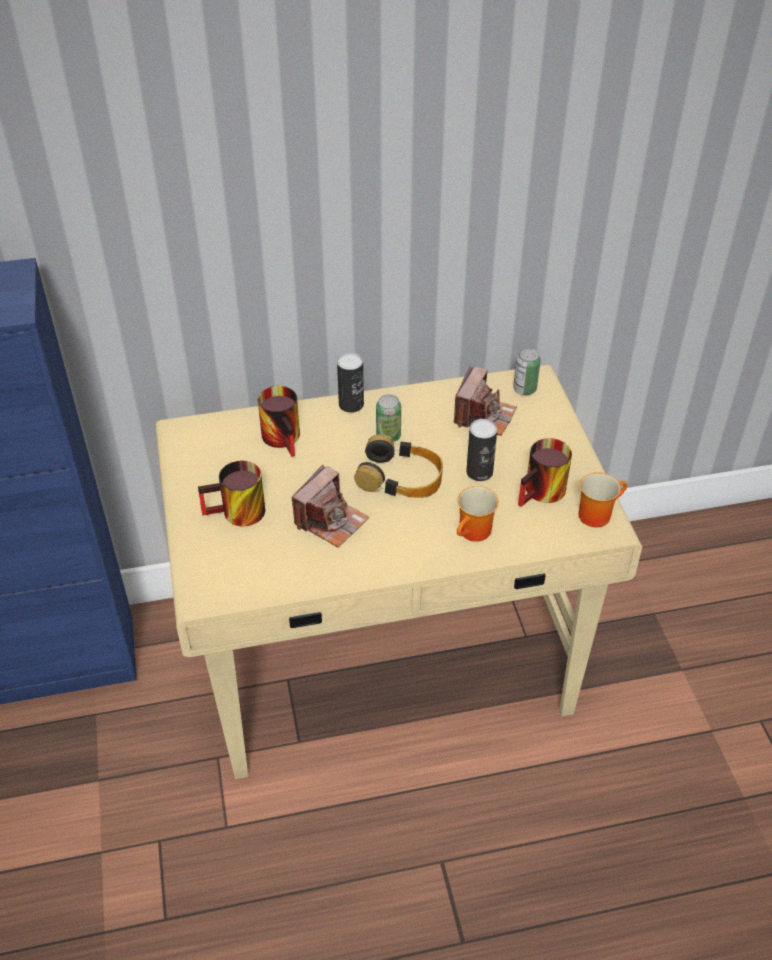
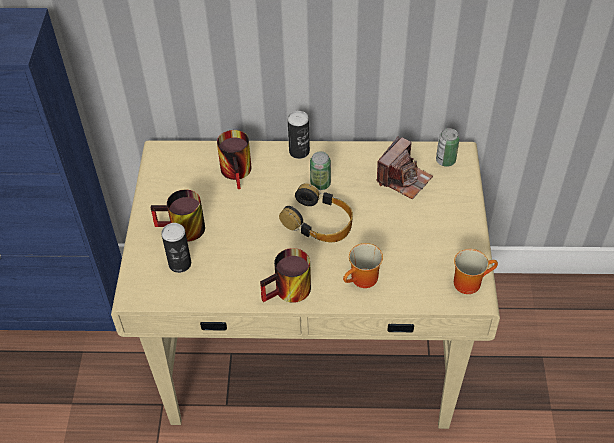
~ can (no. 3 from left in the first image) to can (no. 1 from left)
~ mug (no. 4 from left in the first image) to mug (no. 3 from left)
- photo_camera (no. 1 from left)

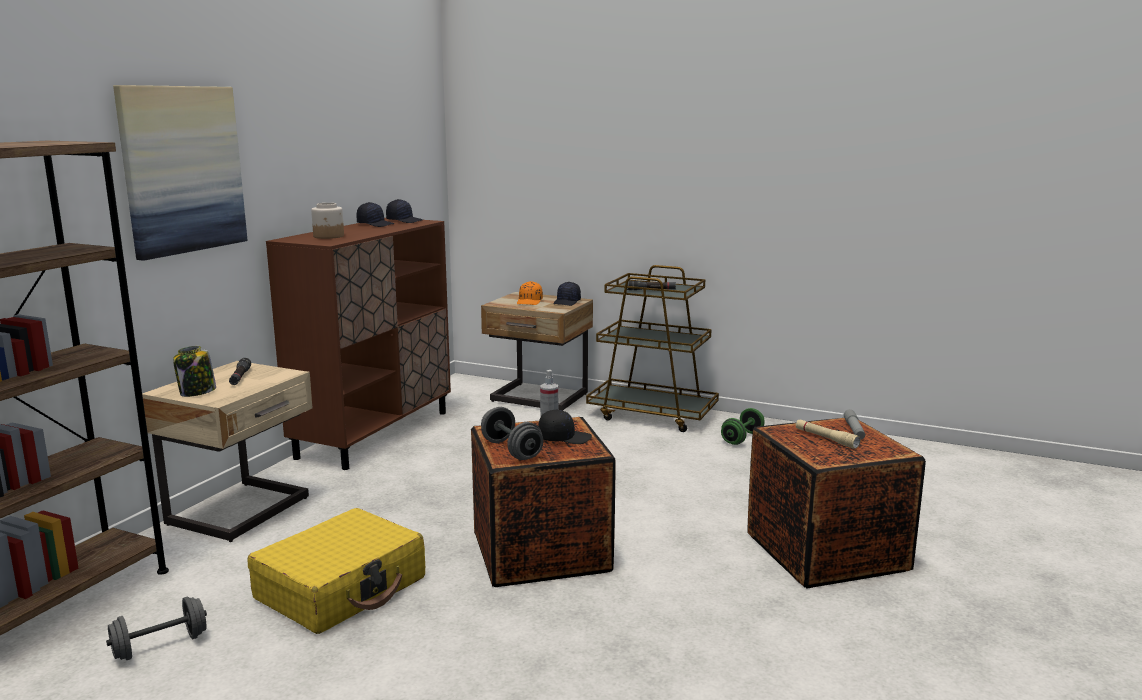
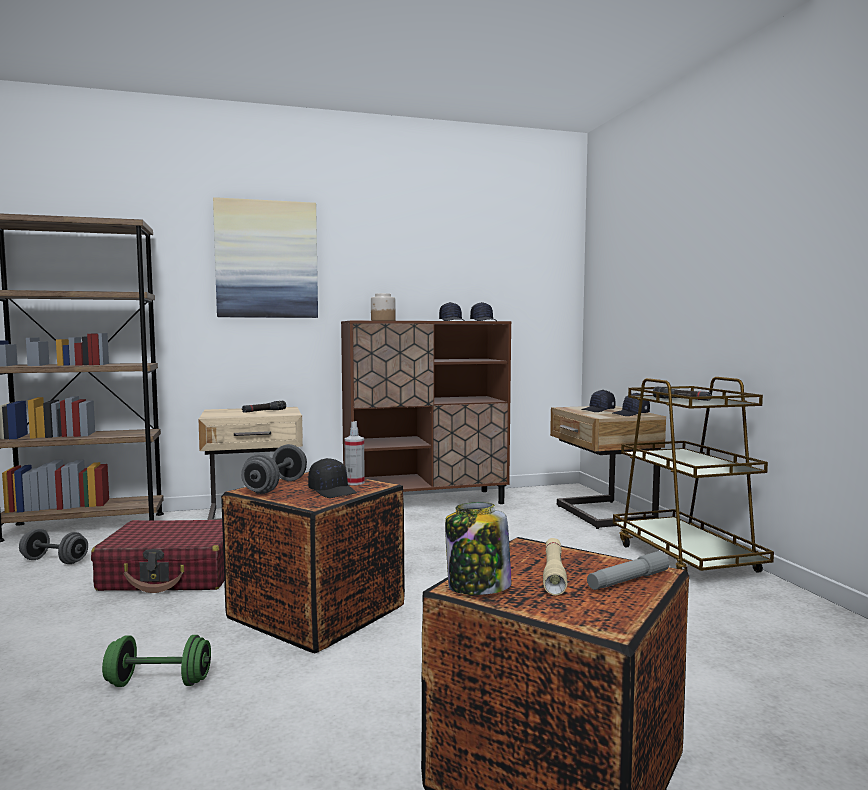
~ yellow_travel_case to red-coloured_travel_case
~ green_hand_weight
~ storage_jar (no. 1 from left in the first image) to storage_jar (no. 2 from left)
~ orange-coloured_baseball_cap to blackish_baseball_cap (no. 4 from left)

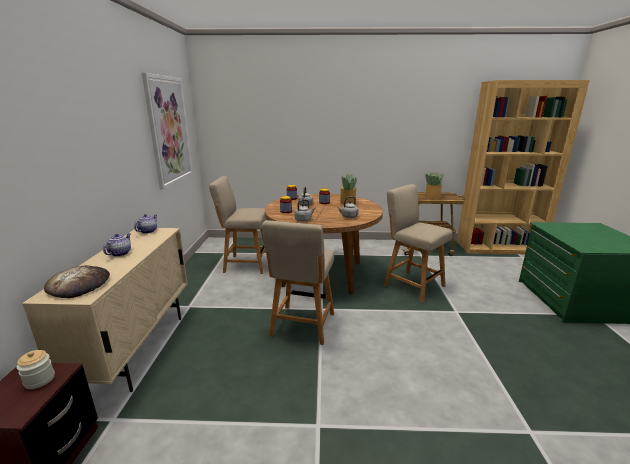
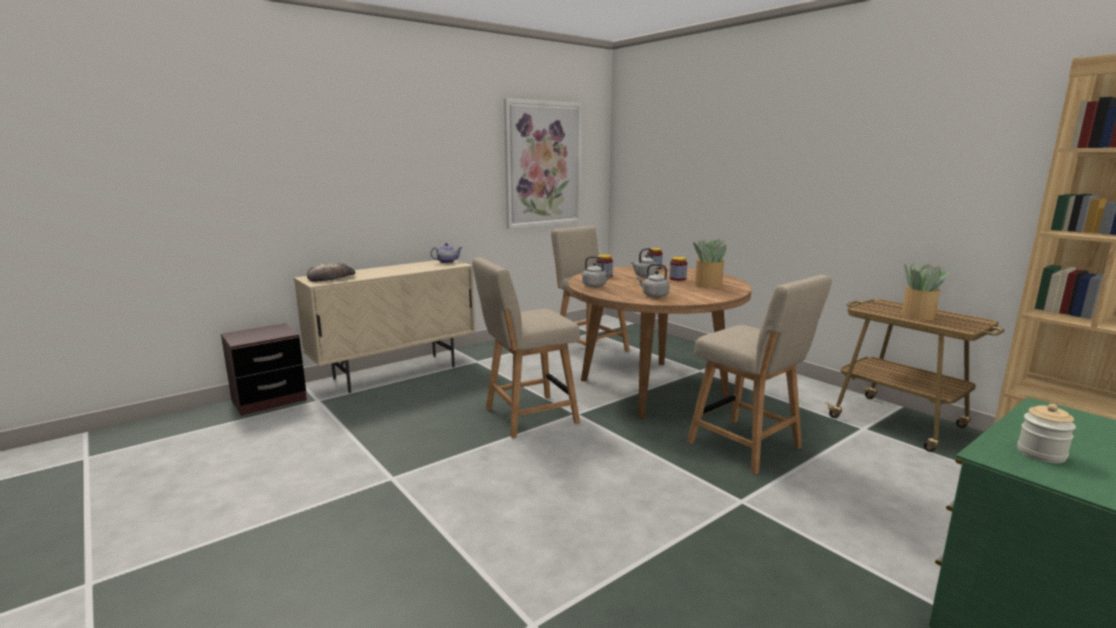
~ sand-coloured_chair (no. 3 from left) 135 degrees clockwise
~ storage_jar (no. 1 from left in the first image) to storage_jar (no. 4 from left)
- teapot (no. 1 from left)

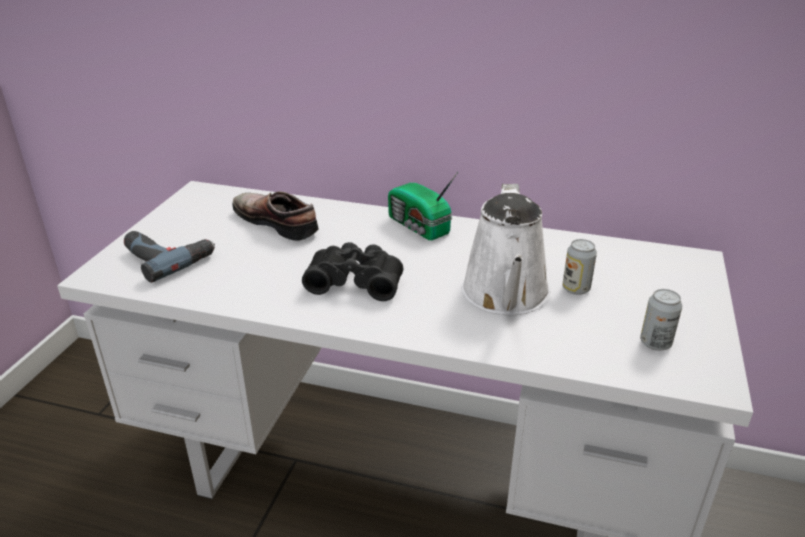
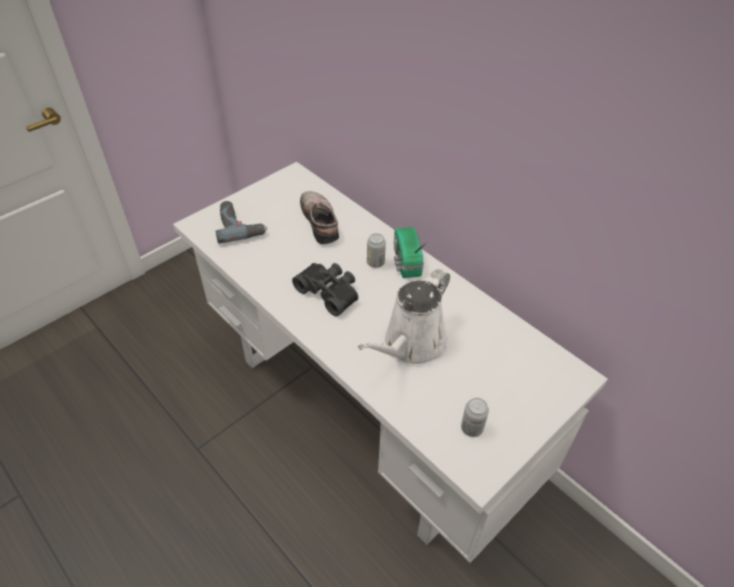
~ can (no. 1 from left)

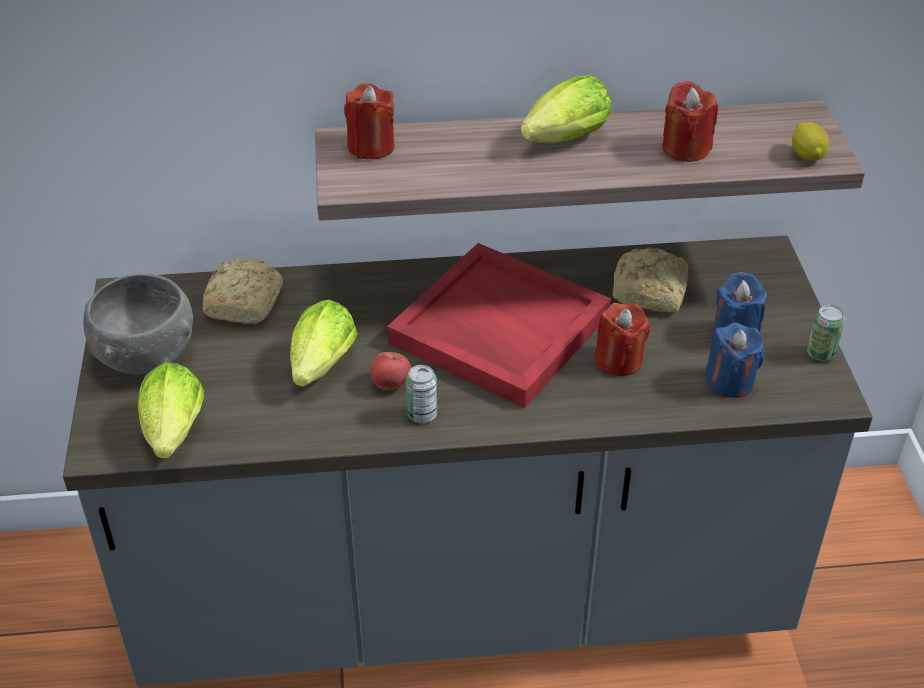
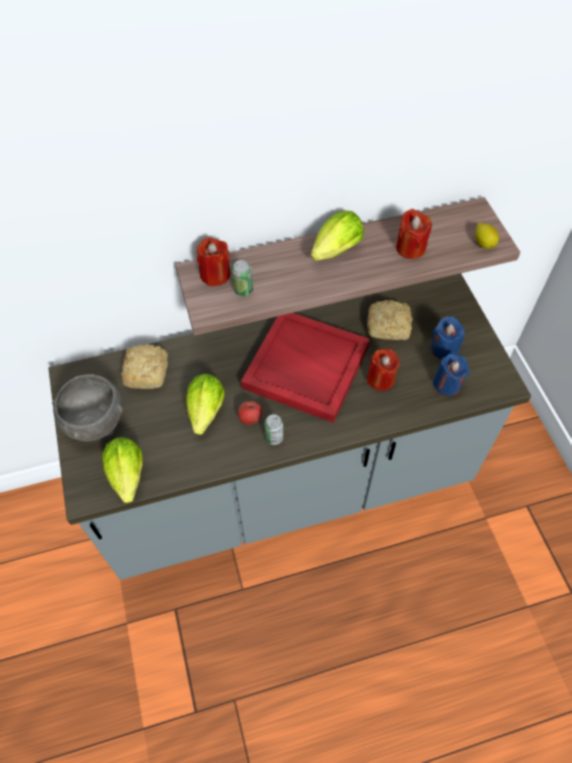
~ can (no. 2 from left in the first image) to can (no. 1 from left)

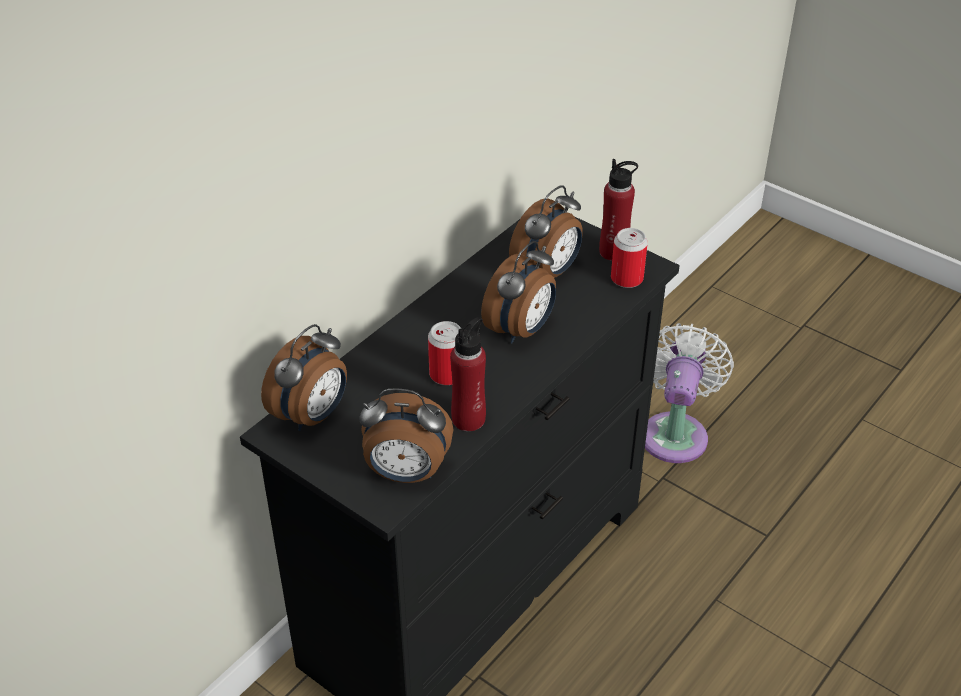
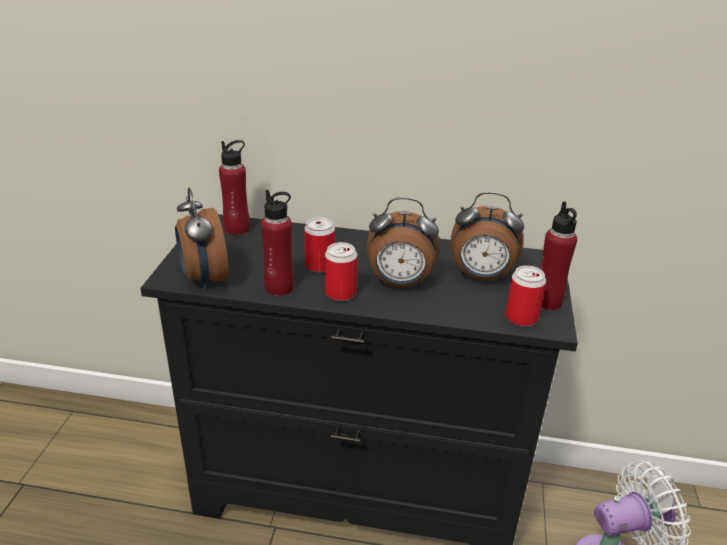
~ alarm_clock (no. 1 from left) to red-coloured_bottle (no. 1 from left)
+ can (no. 2 from left)

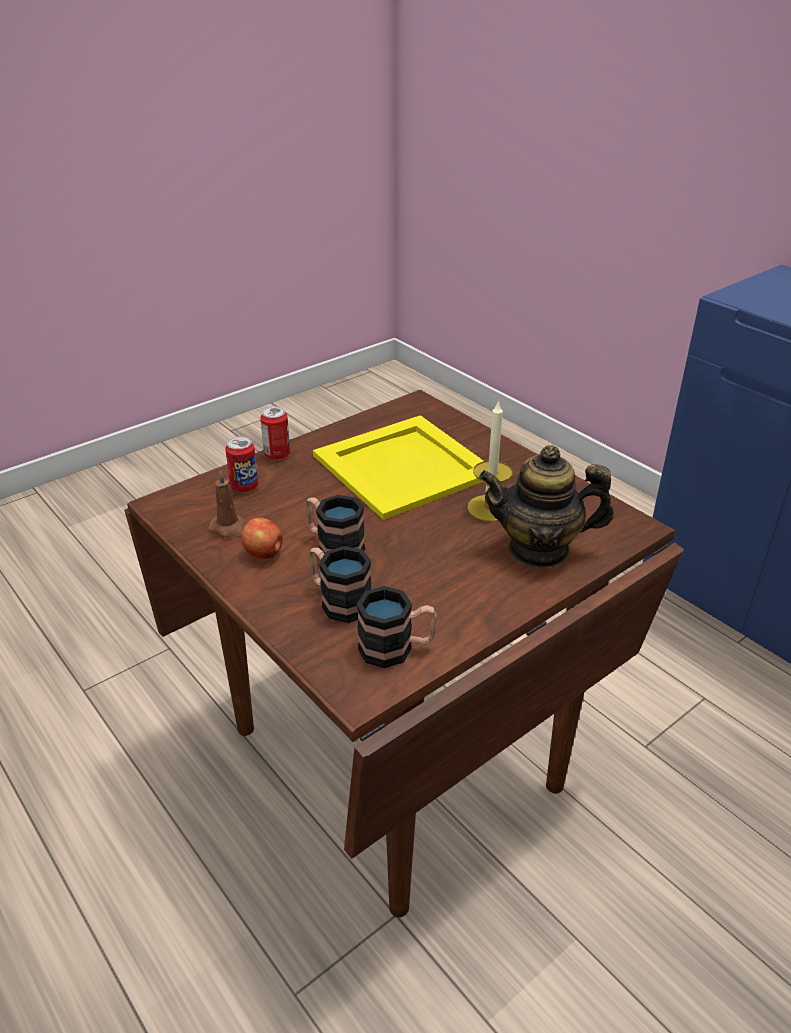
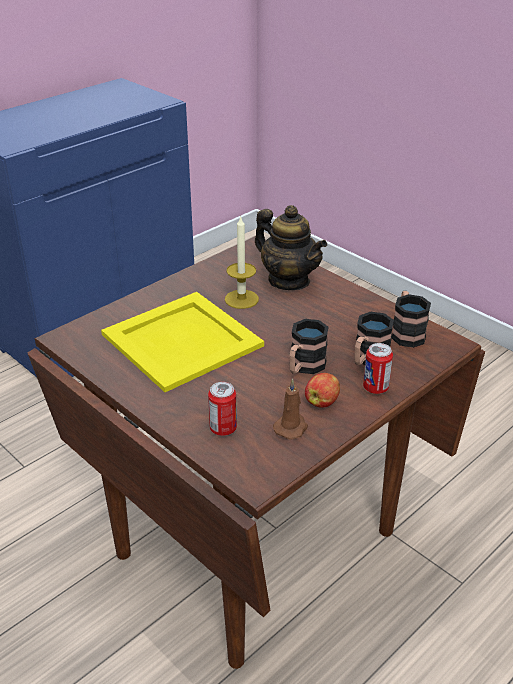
~ teapot 45 degrees counterclockwise
~ can (no. 2 from left)

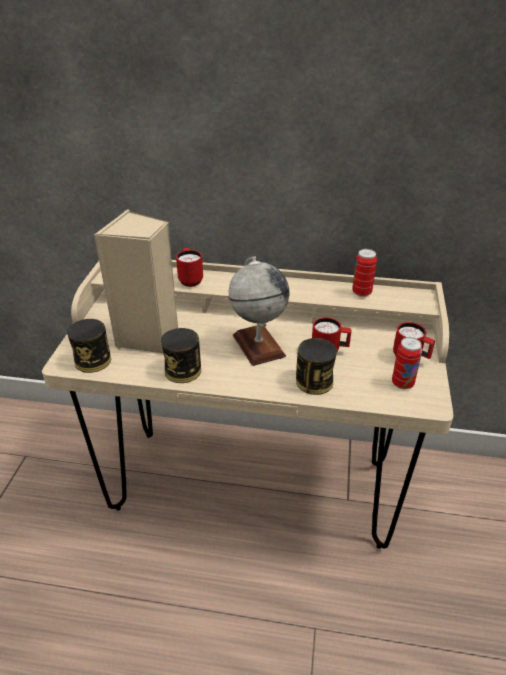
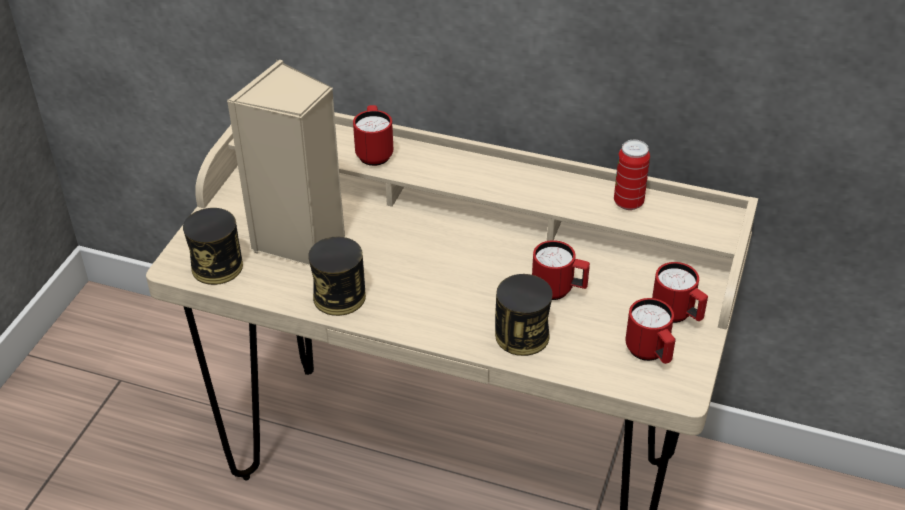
~ can (no. 5 from left) to red-coloured_mug (no. 3 from left)
- world_globe

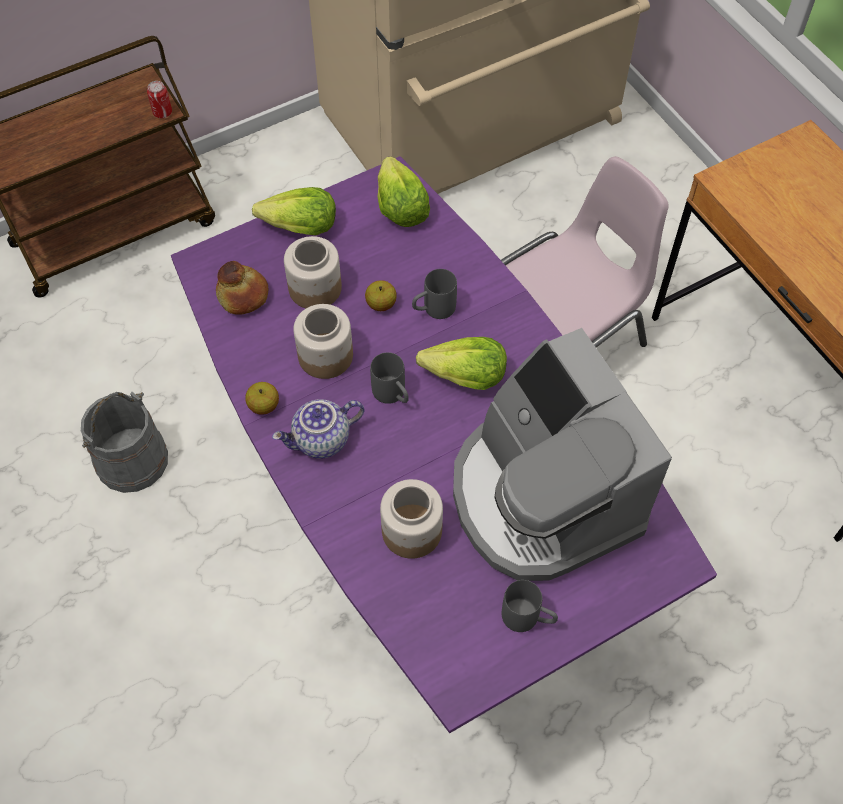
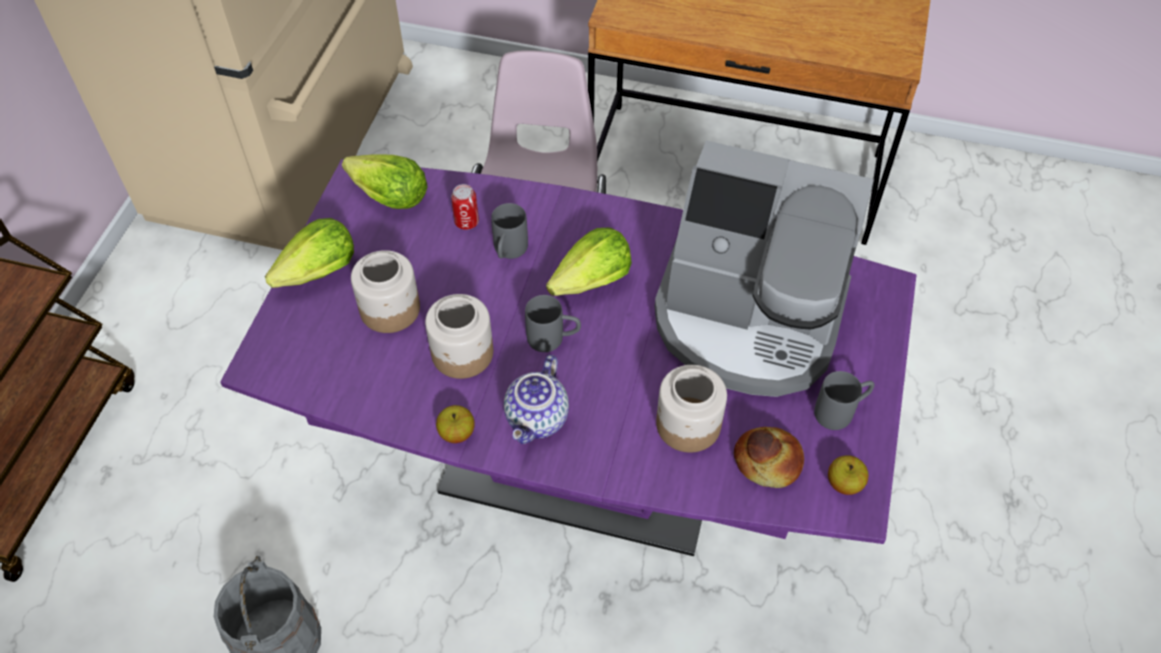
~ can
~ bread
~ apple (no. 2 from left)

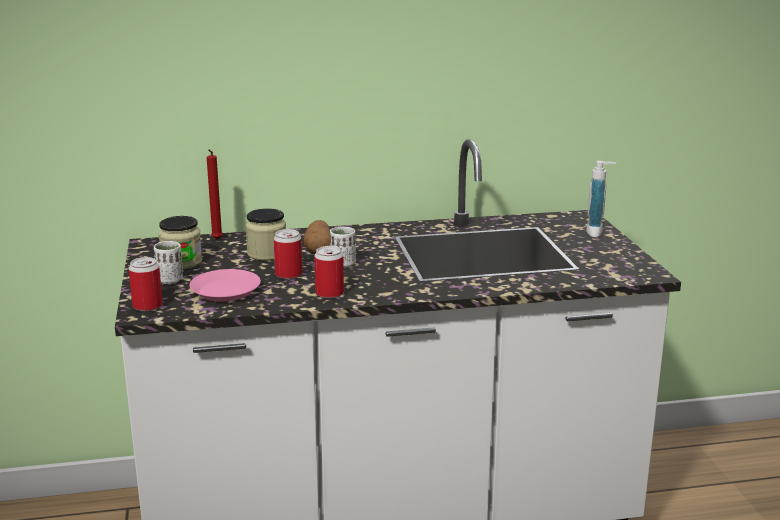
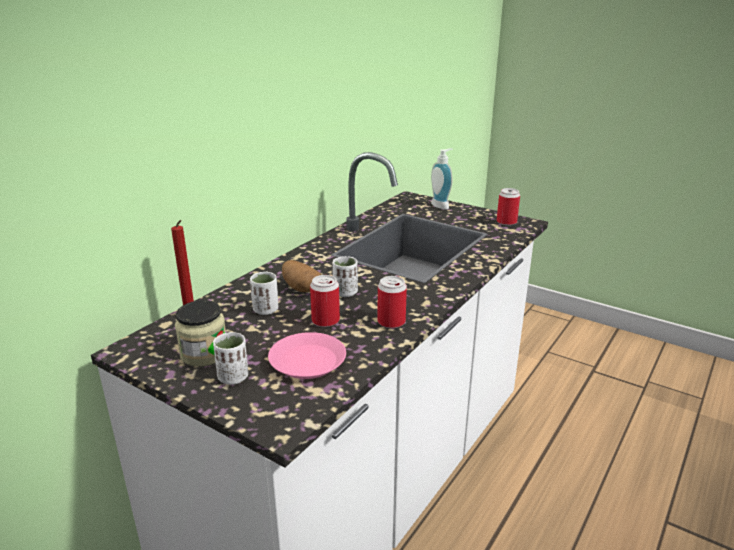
~ storage_jar (no. 2 from left) to white-coloured_cup (no. 2 from left)
~ can (no. 1 from left in the first image) to can (no. 3 from left)

